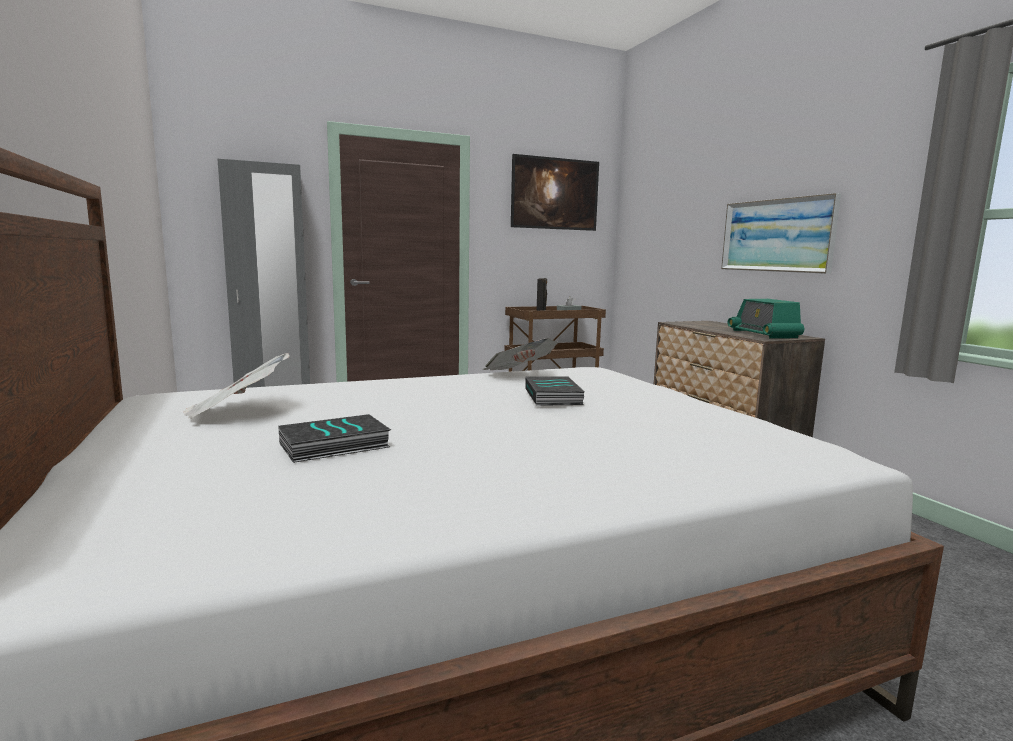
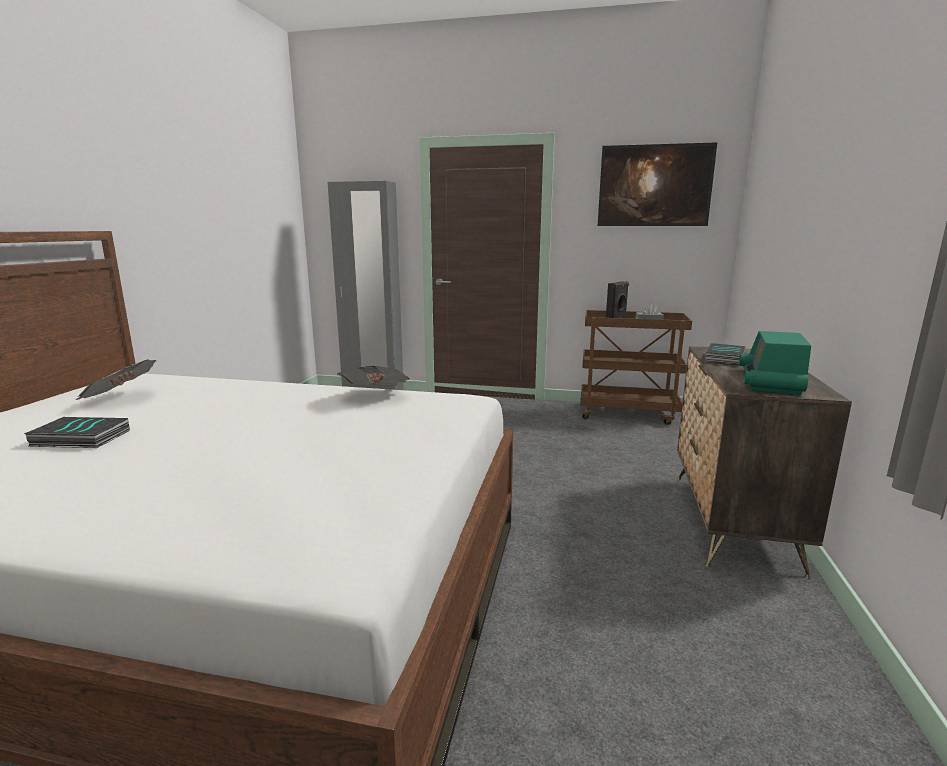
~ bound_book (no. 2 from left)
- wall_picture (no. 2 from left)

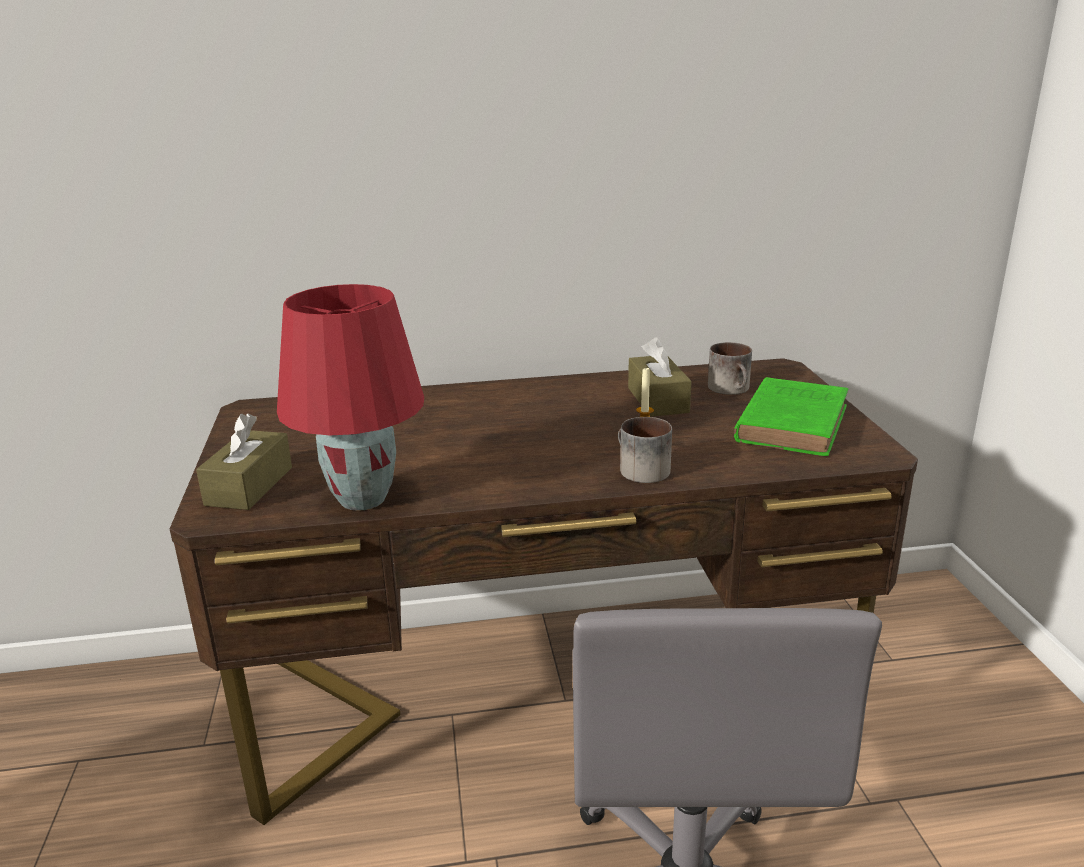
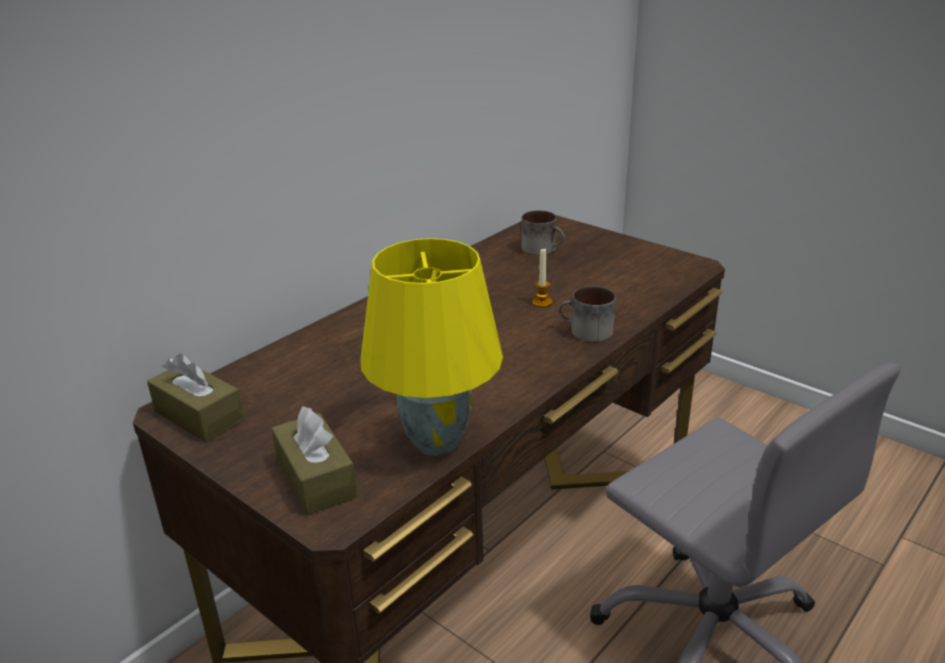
~ brown_box_of_tissues (no. 2 from left in the first image) to brown_box_of_tissues (no. 1 from left)
~ red-coloured_lamp_for_a_table to yellow_lamp_for_a_table
- green_bound_book

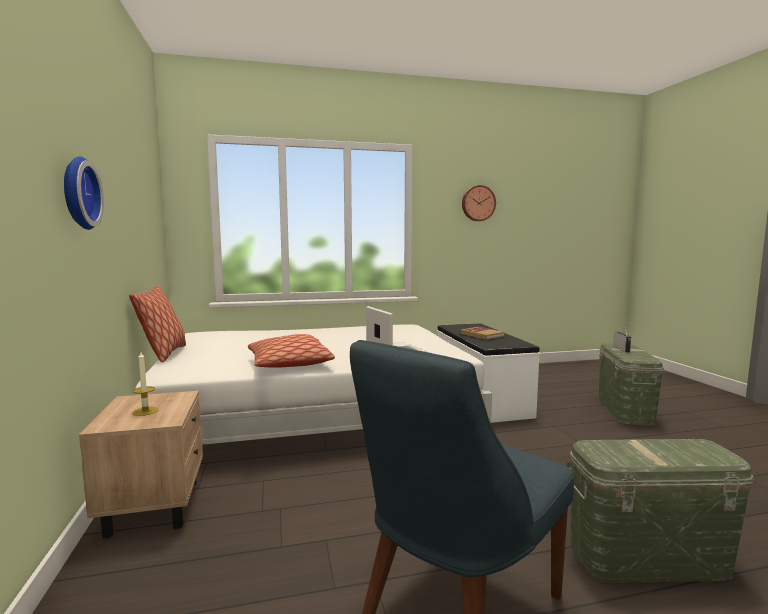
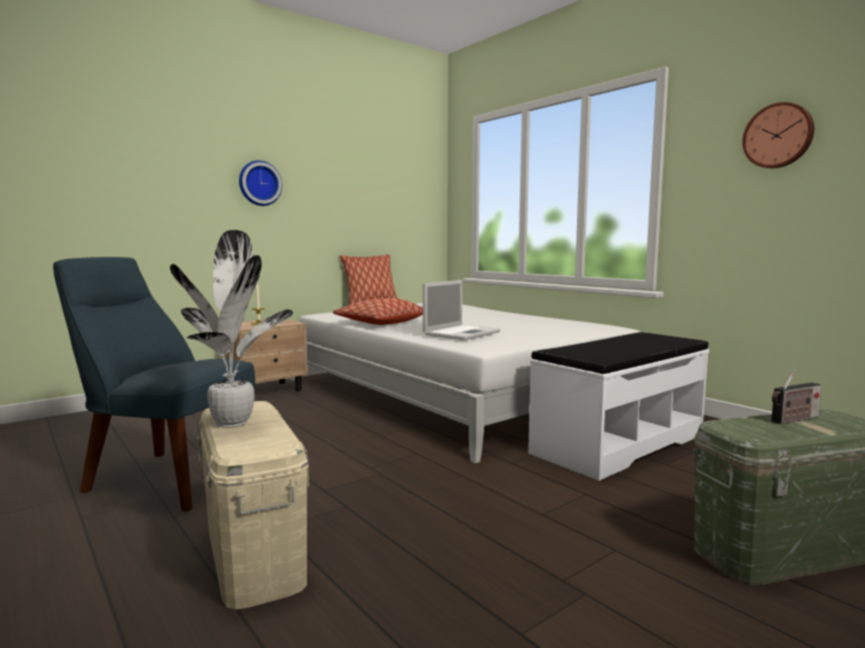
+ houseplant
~ green_storage_bin (no. 2 from left) to sand-coloured_storage_bin
- bound_book

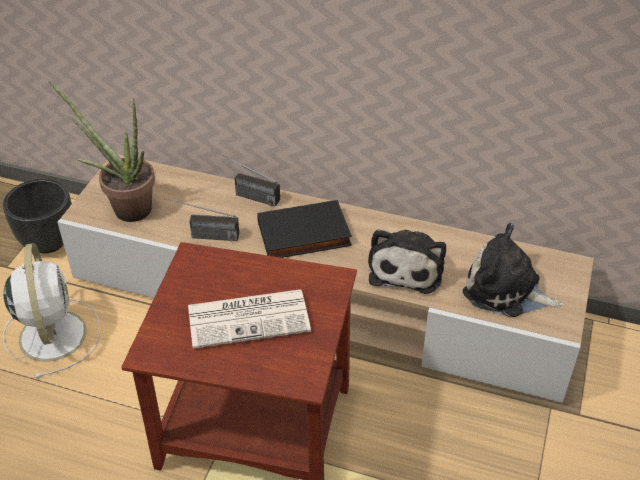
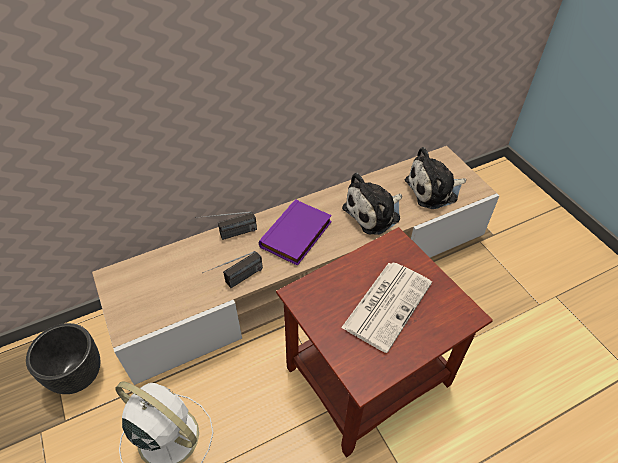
~ blackish_bound_book to purple_bound_book
~ cuddly_toy (no. 1 from left) 90 degrees clockwise
- houseplant

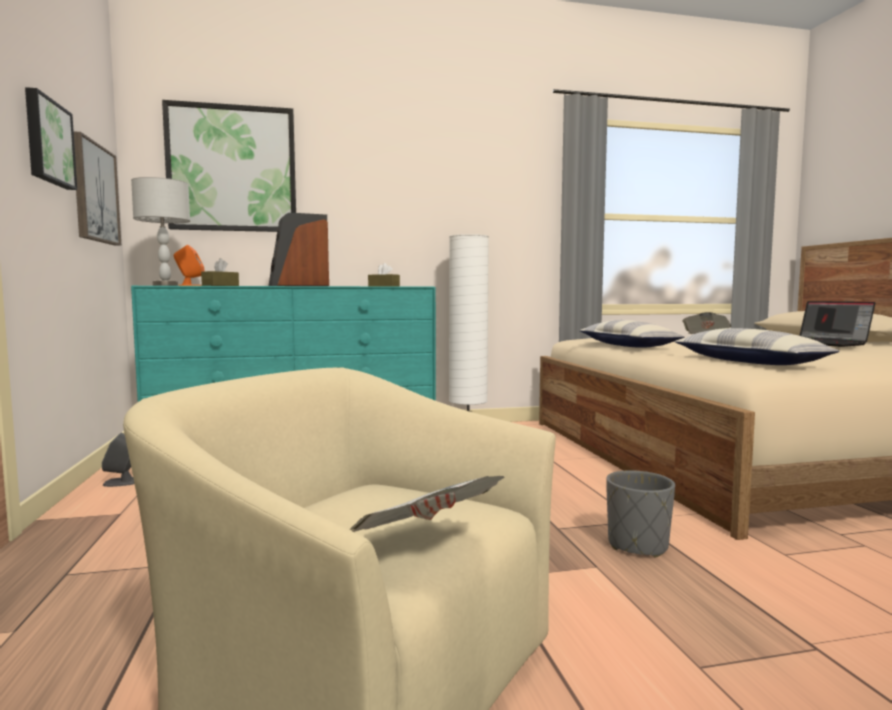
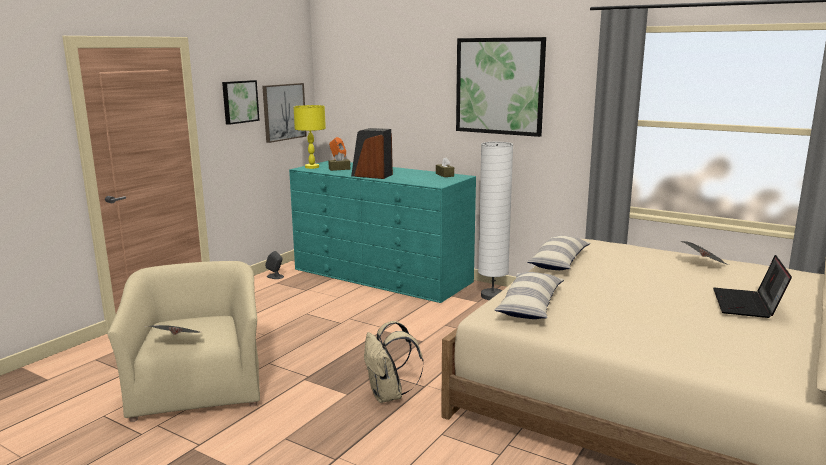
~ grey_lamp_for_a_table to yellow_lamp_for_a_table
~ grey_flower_pot to sand-coloured_knapsack
~ wall_picture (no. 3 from left)

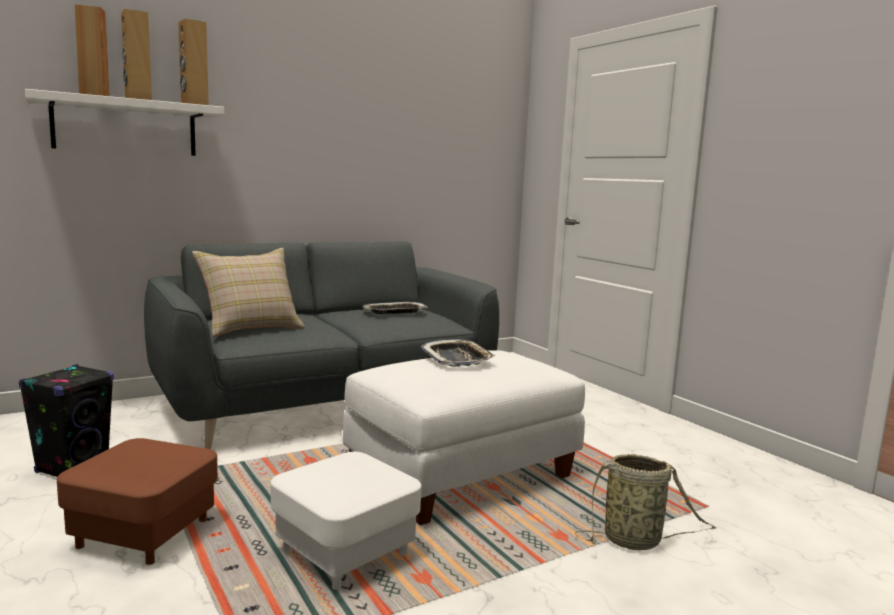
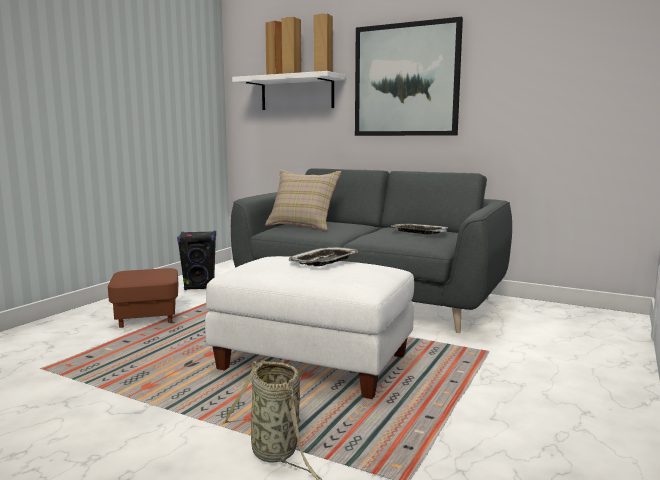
+ wall_picture
- white-coloured_footrest (no. 1 from left)

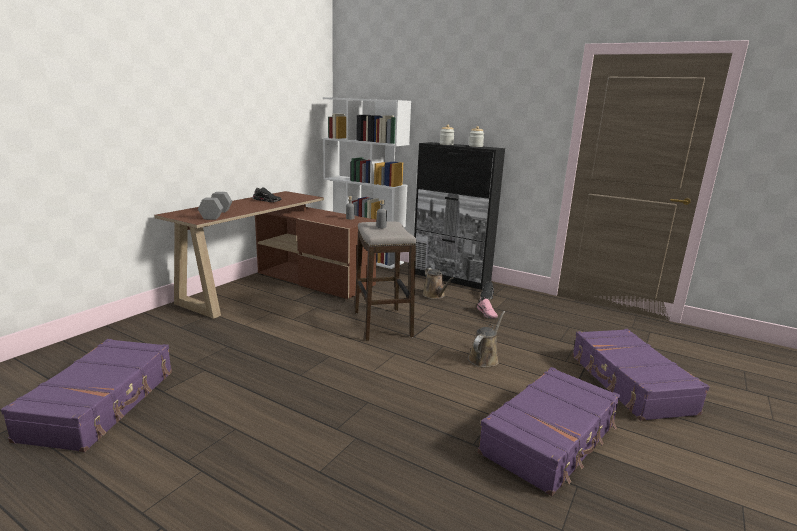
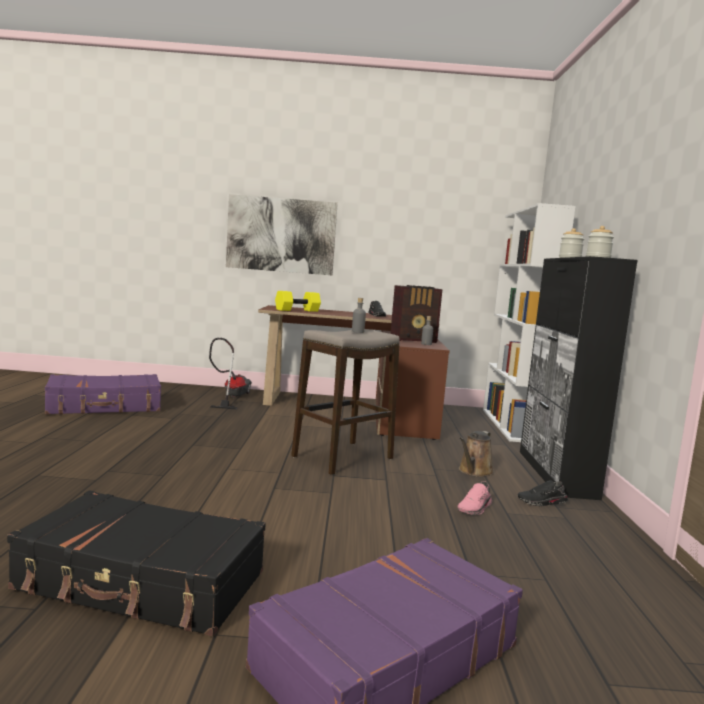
~ purple_travel_case (no. 2 from left) to blackish_travel_case
+ hoover
+ wall_picture
~ grey_hand_weight to yellow_hand_weight
+ radio_receiver
- brown_watering_can (no. 2 from left)

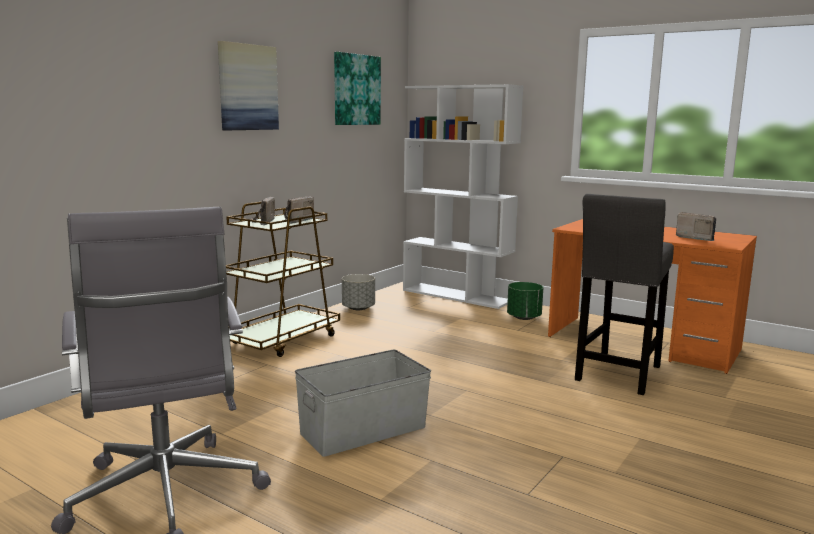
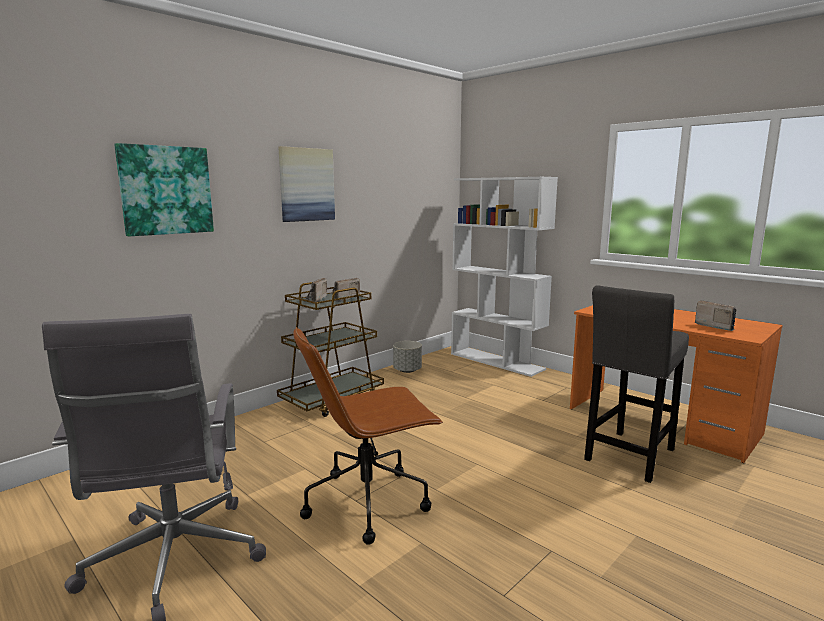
~ wall_picture (no. 2 from left in the first image) to wall_picture (no. 1 from left)
~ grey_storage_bin to brown_computer_chair
- green_flower_pot

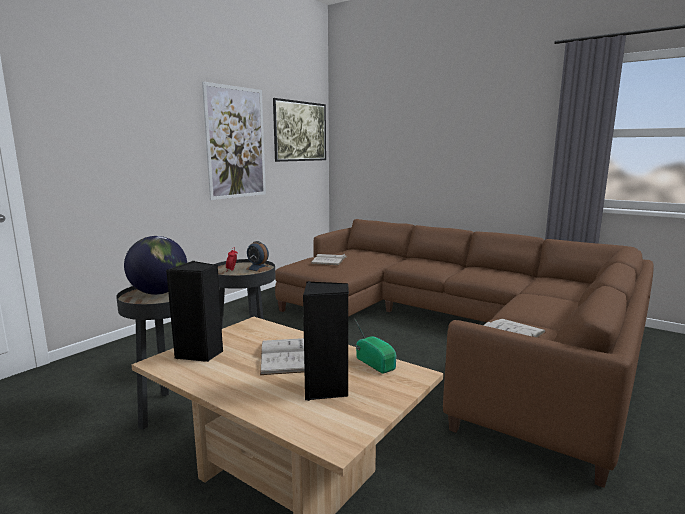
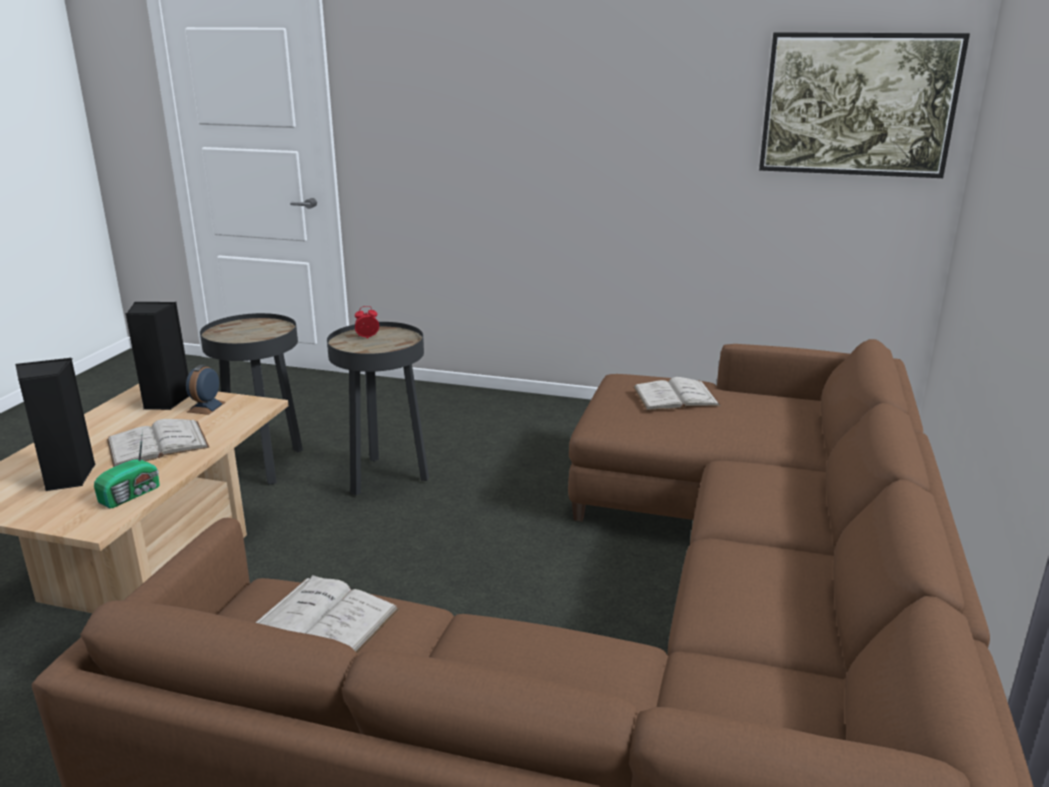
~ alarm_clock (no. 2 from left in the first image) to alarm_clock (no. 1 from left)
- world_globe
- wall_picture (no. 1 from left)

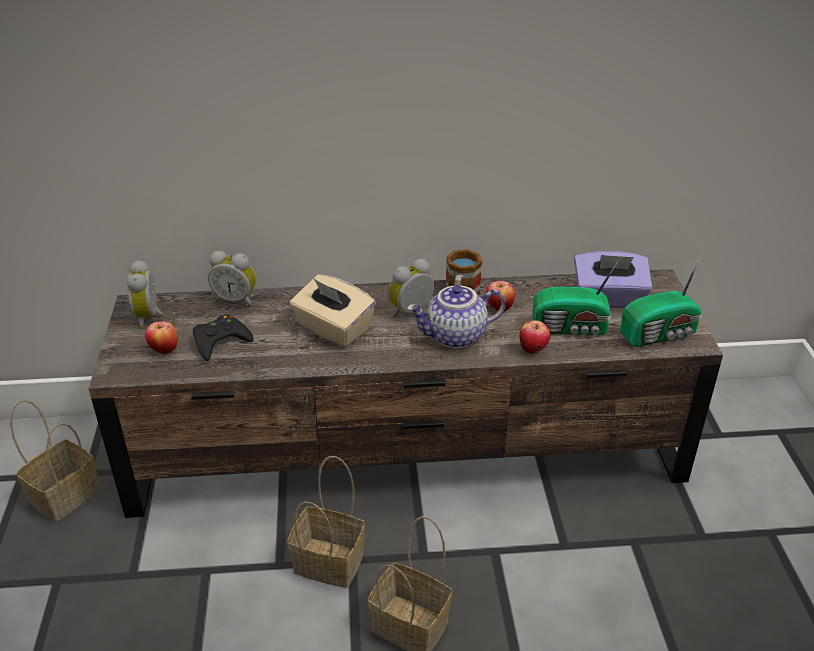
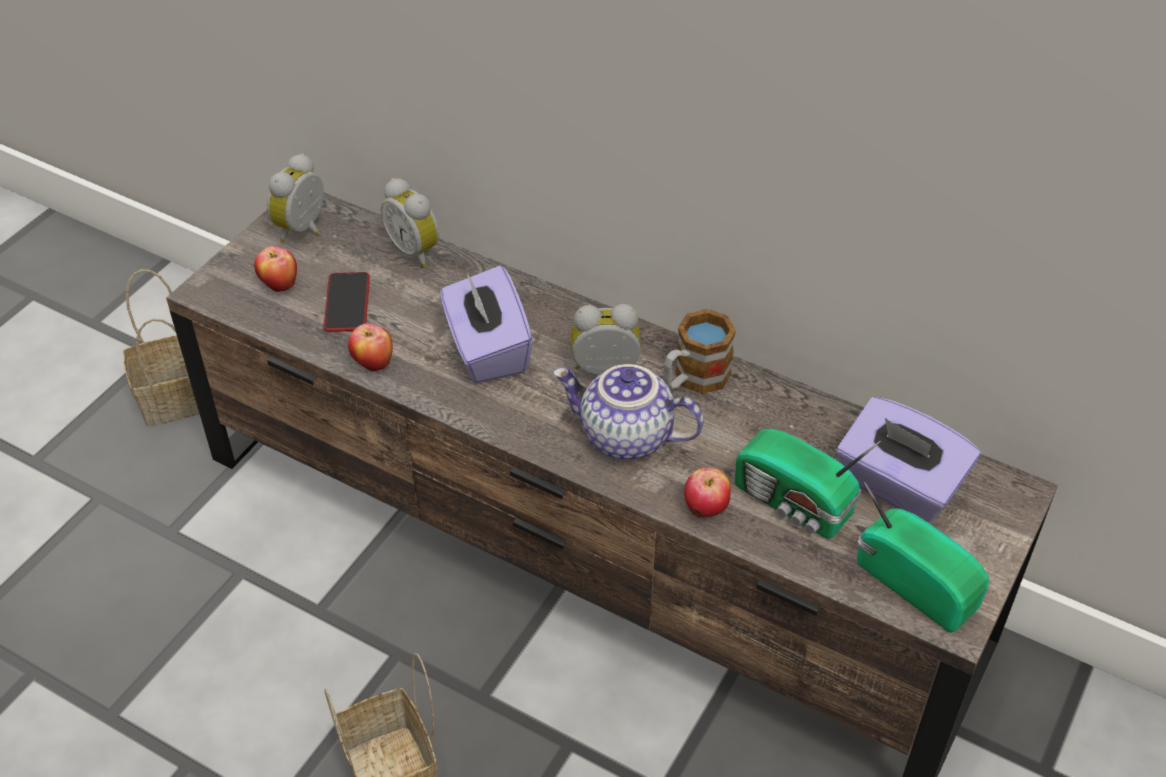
~ blackish_game_controller to handset
~ apple (no. 2 from left)
~ sand-coloured_box_of_tissues to purple_box_of_tissues (no. 1 from left)
~ radio_receiver (no. 2 from left) 150 degrees counterclockwise
- household_basket (no. 2 from left)

